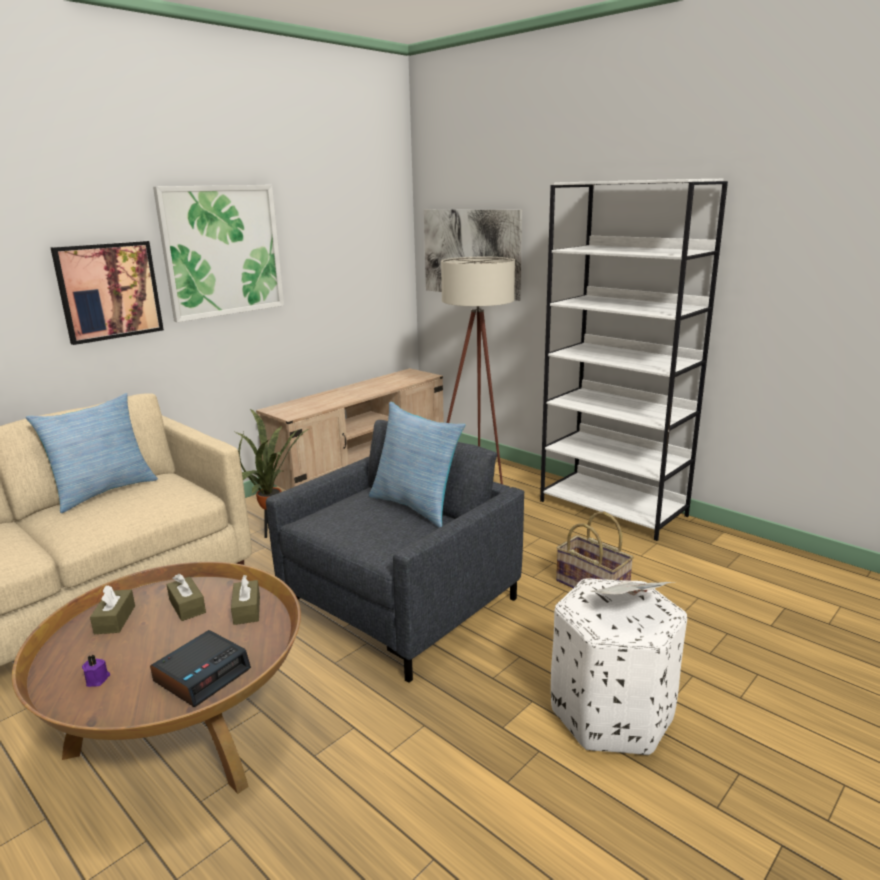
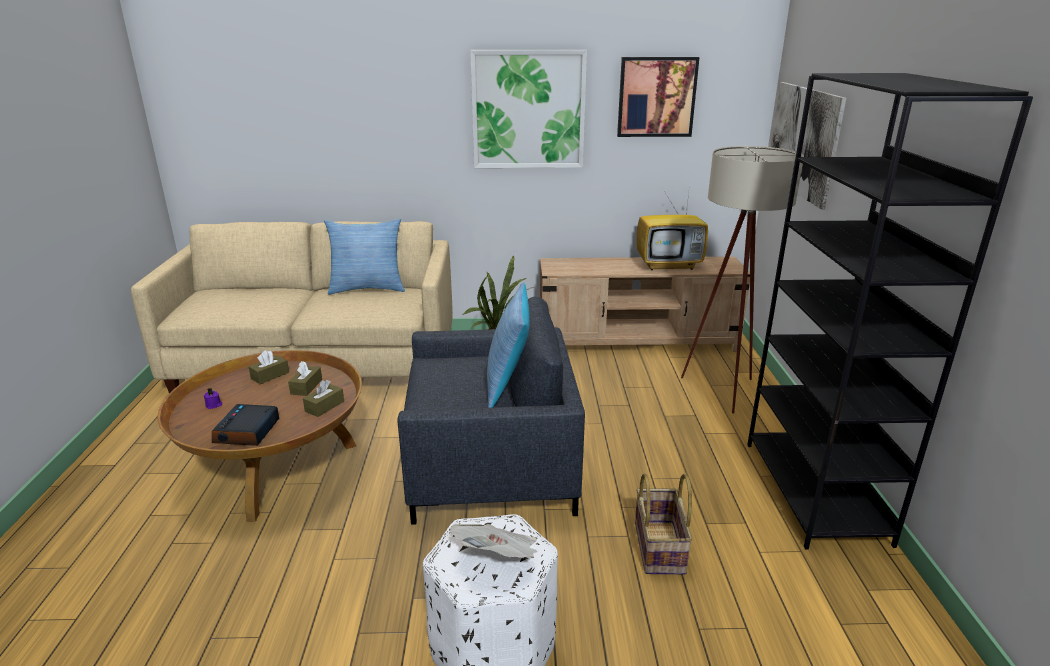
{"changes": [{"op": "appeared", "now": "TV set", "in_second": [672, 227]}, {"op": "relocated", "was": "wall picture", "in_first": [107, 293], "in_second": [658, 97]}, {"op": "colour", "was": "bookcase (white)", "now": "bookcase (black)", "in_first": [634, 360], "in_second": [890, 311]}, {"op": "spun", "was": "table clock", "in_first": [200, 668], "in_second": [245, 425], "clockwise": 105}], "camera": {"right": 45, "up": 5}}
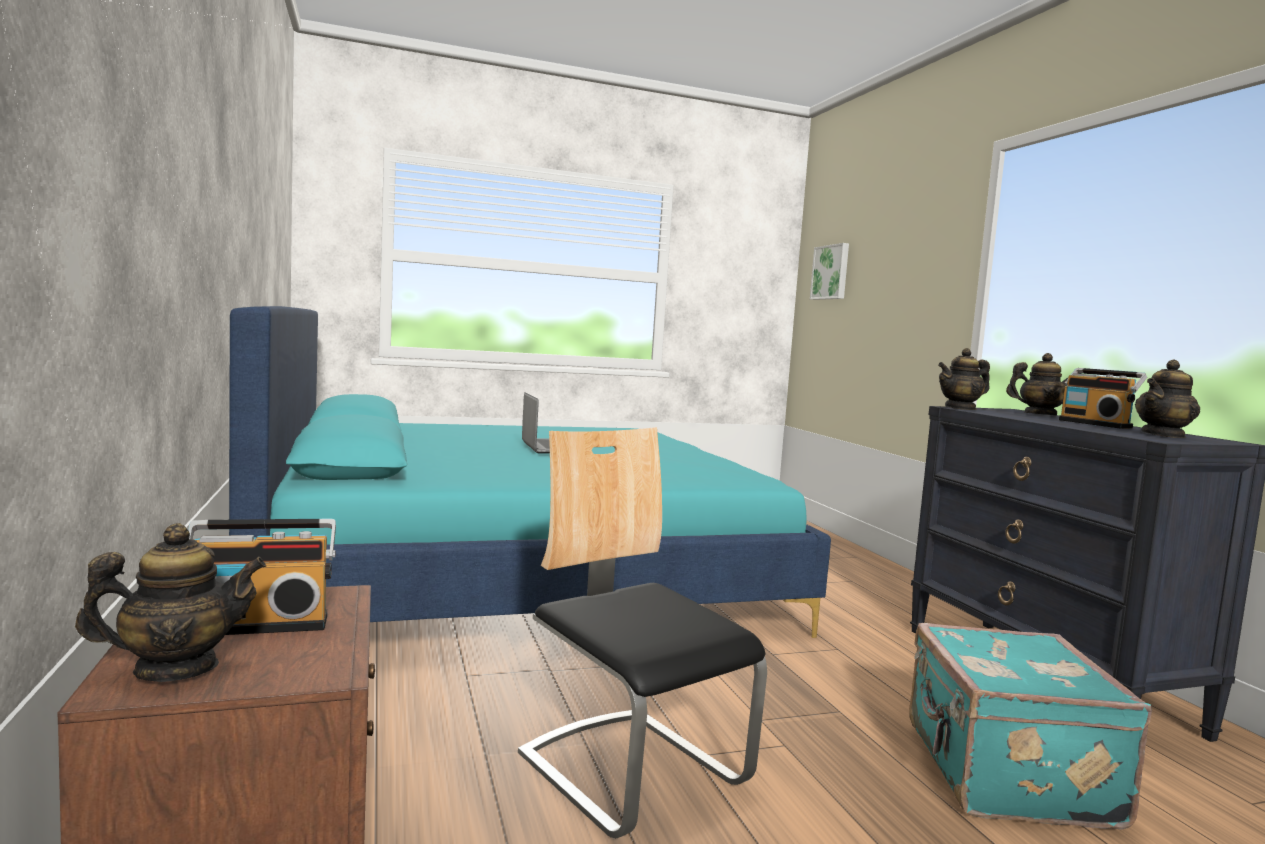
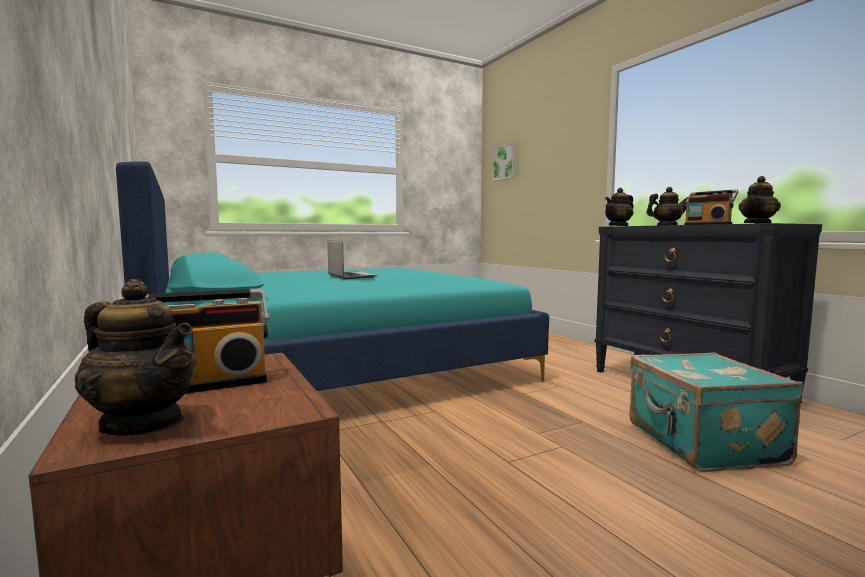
{"changes": [{"op": "missing", "was": "upright chair", "in_first": [642, 632]}, {"op": "spun", "was": "pot for tea", "in_first": [170, 602], "in_second": [136, 357], "clockwise": 60}], "camera": {"right": -10, "up": 0}}
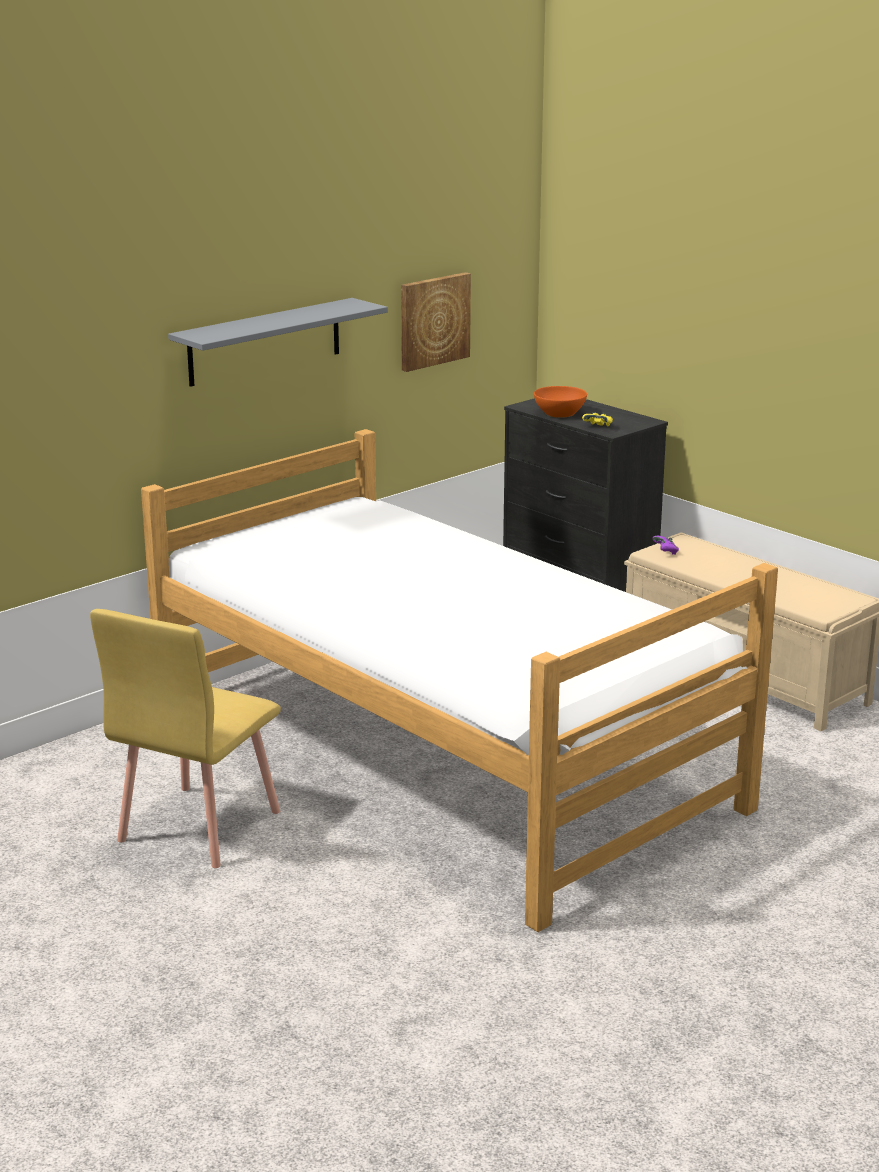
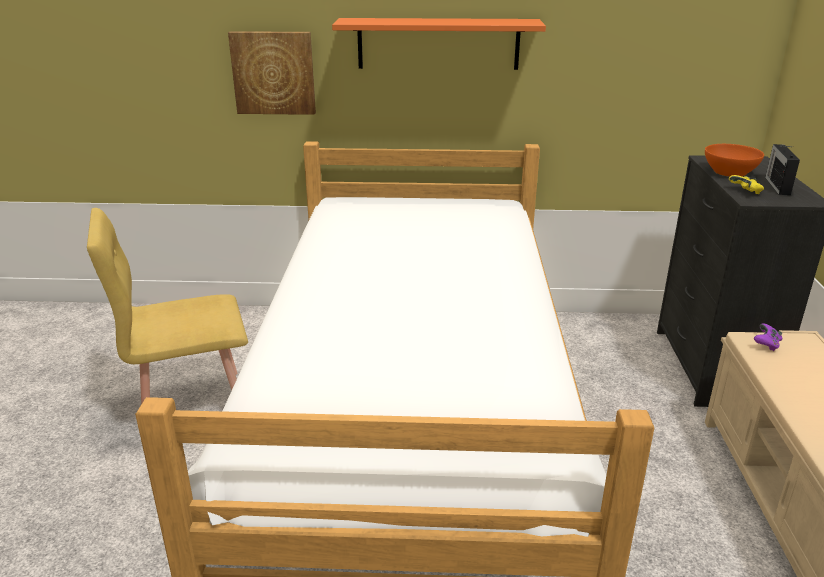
{"changes": [{"op": "appeared", "now": "radio receiver", "in_second": [782, 169]}, {"op": "relocated", "was": "wall picture", "in_first": [436, 322], "in_second": [272, 73]}, {"op": "colour", "was": "shelf (greyish)", "now": "shelf (orangey)", "in_first": [278, 342], "in_second": [439, 44]}], "camera": {"right": 45, "up": 5}}
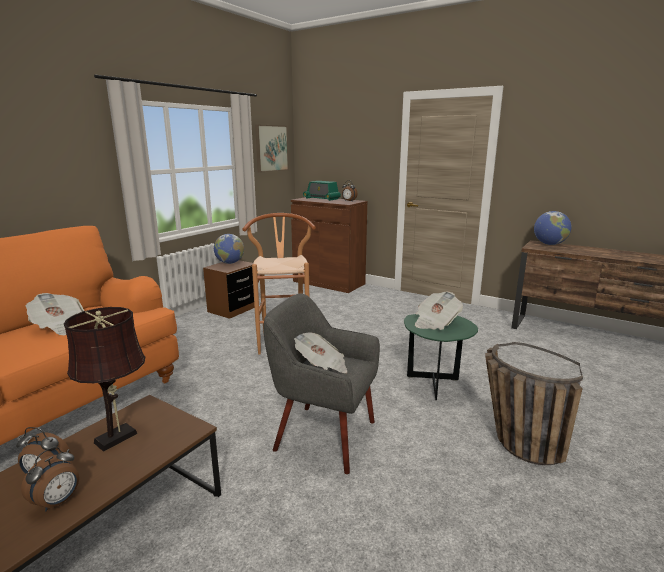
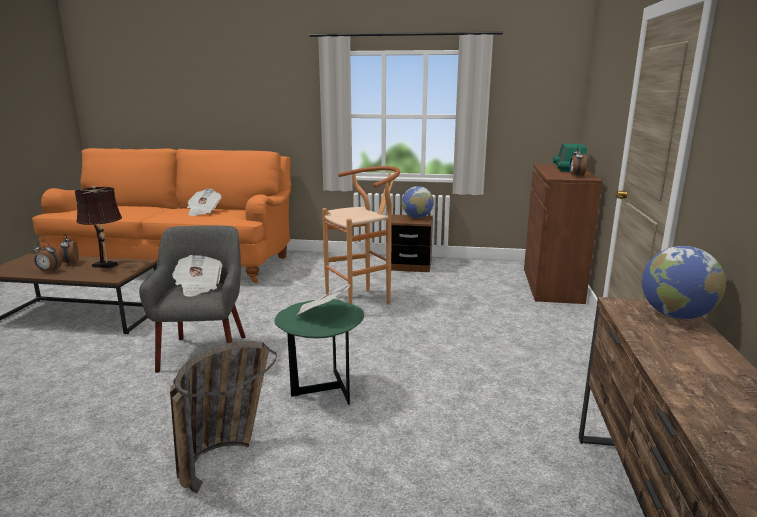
{"changes": [{"op": "missing", "was": "wall picture", "in_first": [272, 148]}], "camera": {"right": 65, "up": 0}}
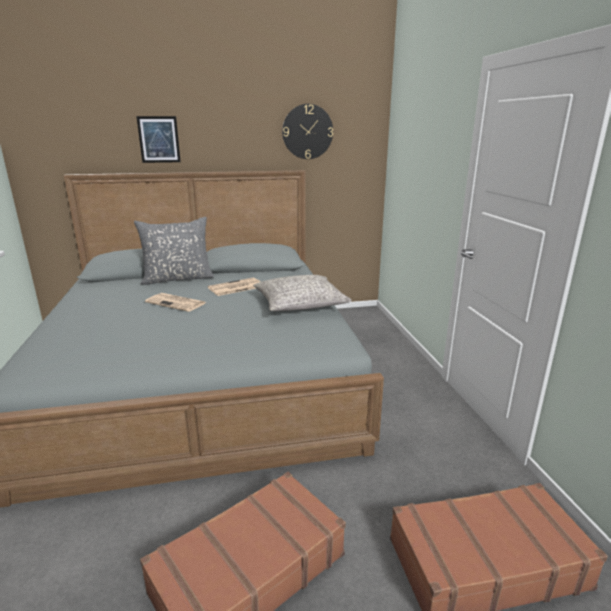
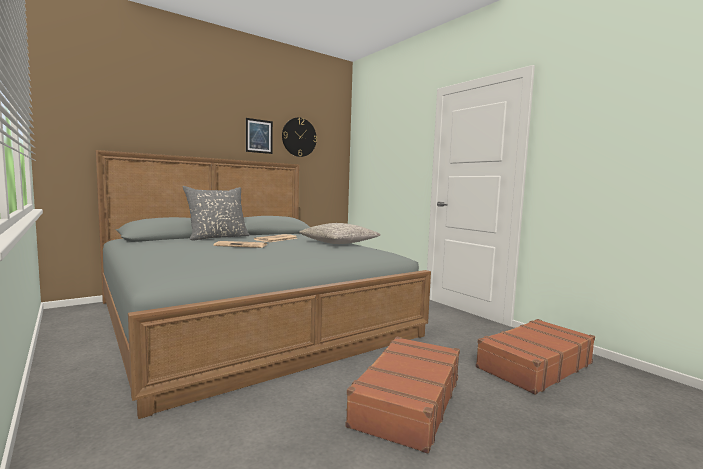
{"changes": [{"op": "relocated", "was": "wall picture", "in_first": [158, 139], "in_second": [259, 136]}], "camera": {"right": -25, "up": -15}}
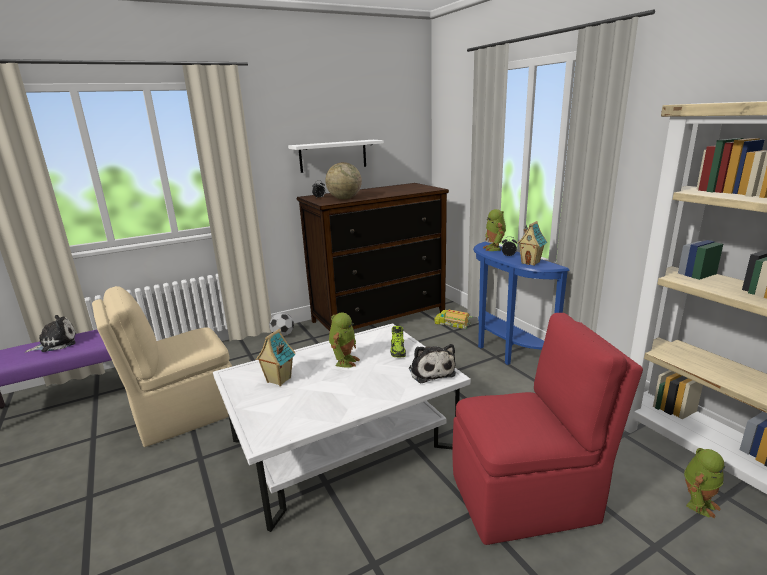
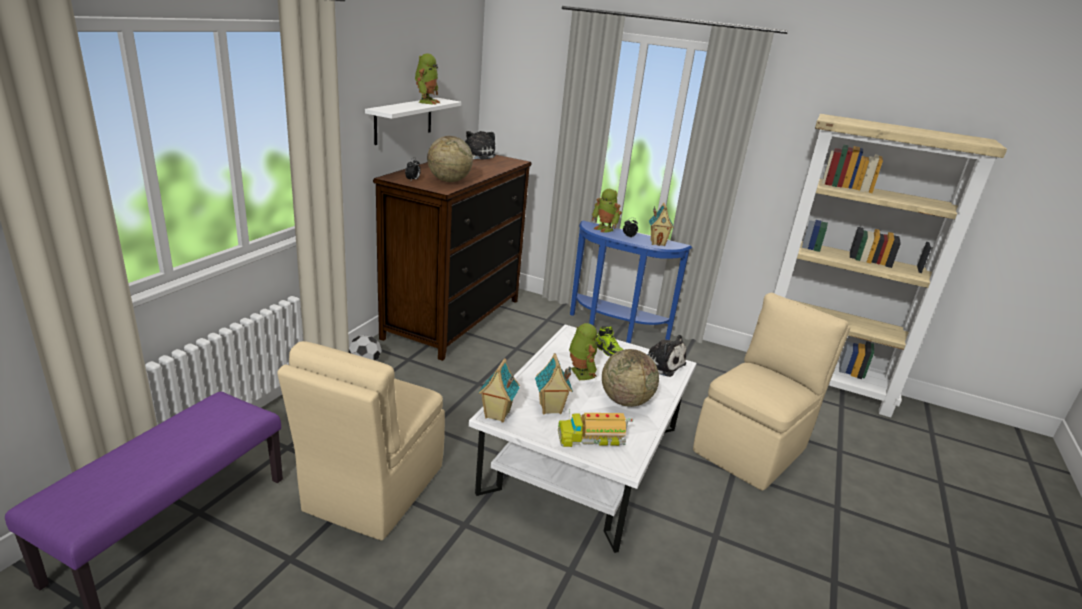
{"changes": [{"op": "appeared", "now": "toy house", "in_second": [499, 390]}, {"op": "appeared", "now": "world globe", "in_second": [630, 378]}, {"op": "relocated", "was": "cuddly toy", "in_first": [50, 334], "in_second": [480, 145]}, {"op": "relocated", "was": "toy lorry", "in_first": [453, 319], "in_second": [595, 428]}, {"op": "relocated", "was": "toy robot", "in_first": [704, 483], "in_second": [427, 79]}, {"op": "colour", "was": "upright chair (red-coloured)", "now": "upright chair (sand-coloured)", "in_first": [547, 429], "in_second": [771, 391]}], "camera": {"right": -40, "up": 5}}
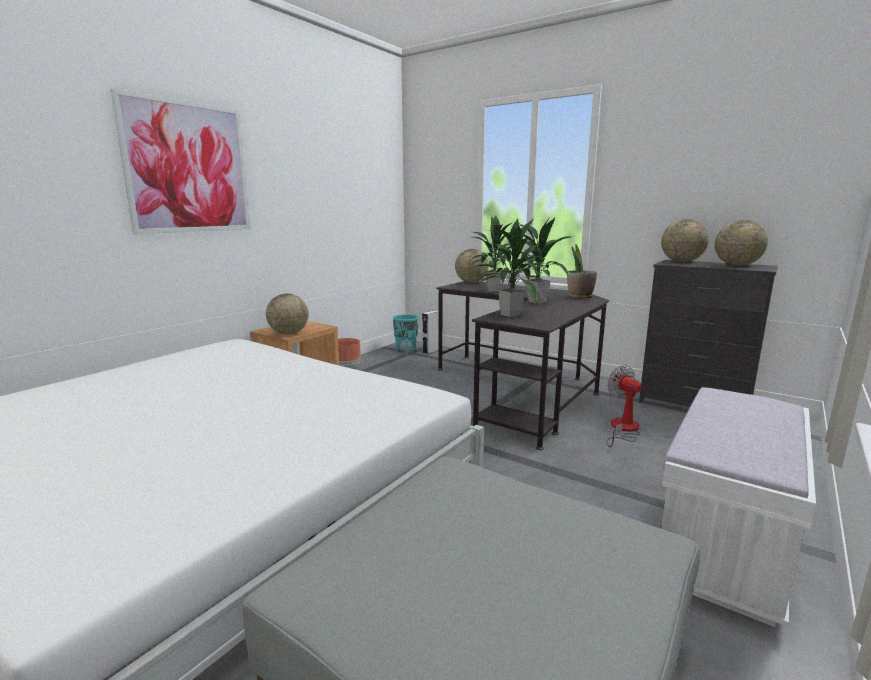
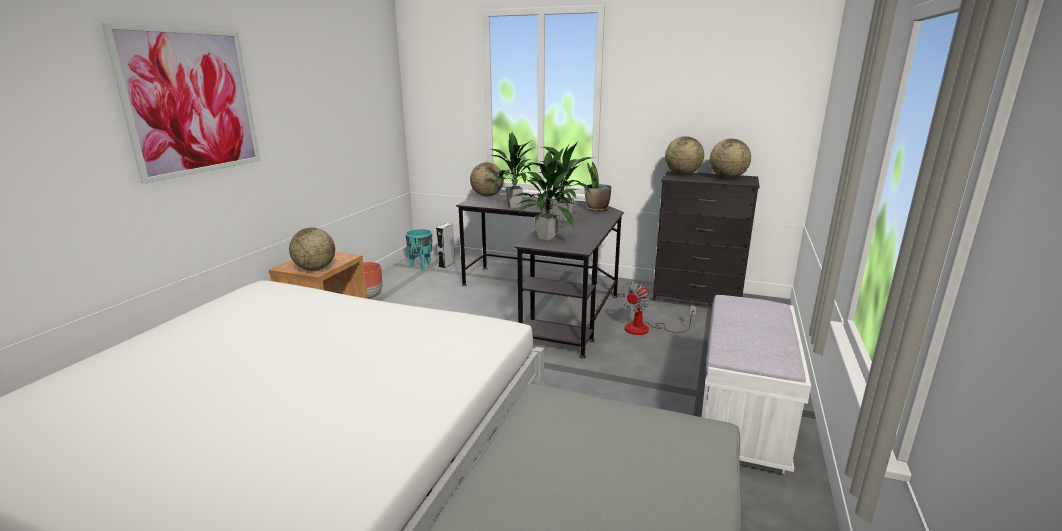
{"changes": [{"op": "spun", "was": "fan", "in_first": [624, 406], "in_second": [659, 308], "clockwise": -105}], "camera": {"right": -15, "up": 5}}
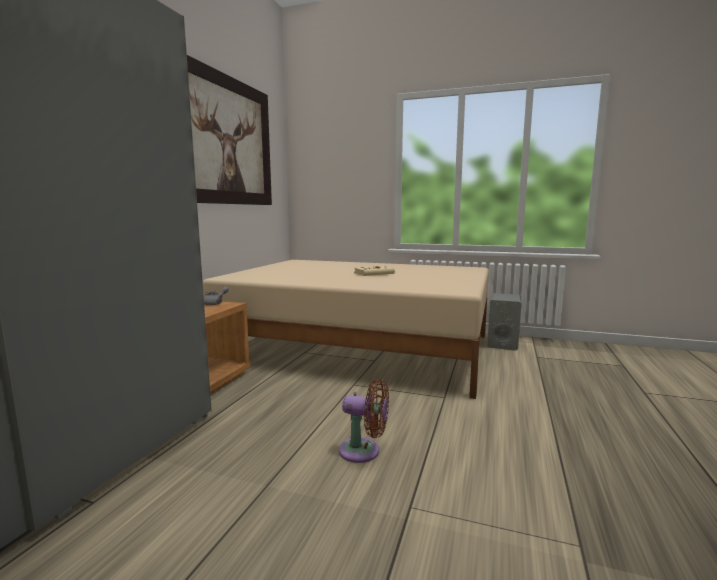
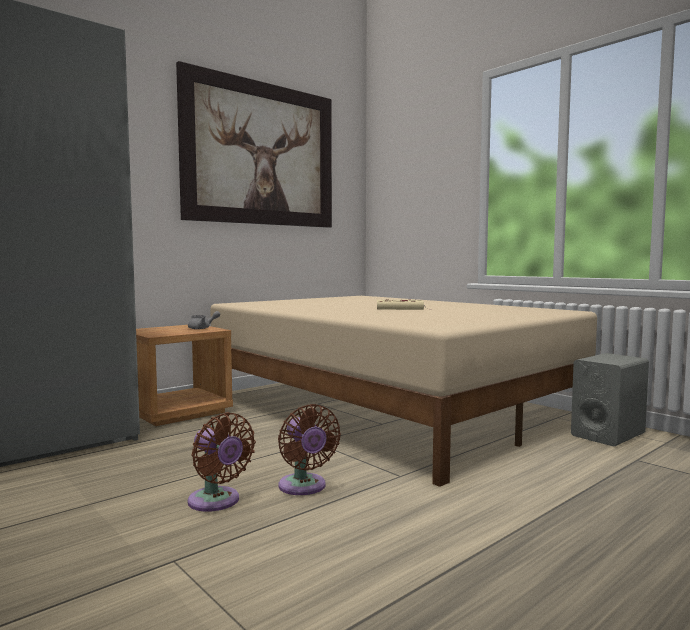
{"changes": [{"op": "appeared", "now": "fan (brown-coloured)", "in_second": [309, 449]}], "camera": {"right": 30, "up": -5}}
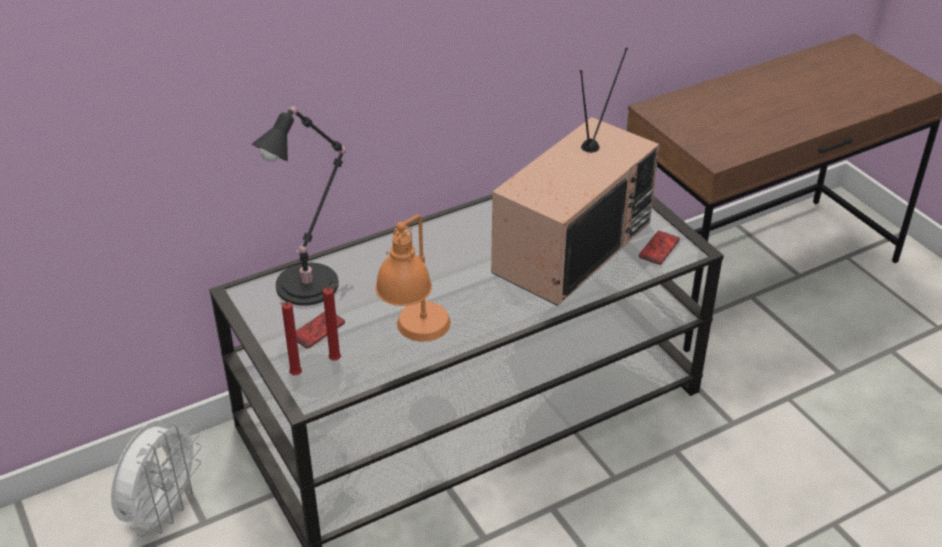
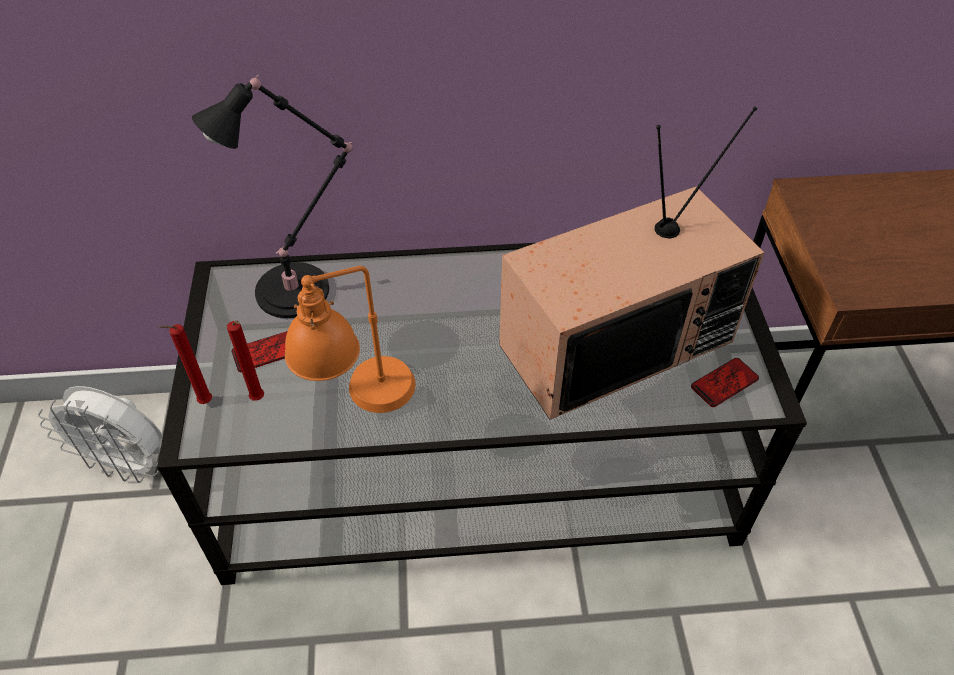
{"changes": [{"op": "spun", "was": "fan (white)", "in_first": [156, 479], "in_second": [100, 434], "clockwise": 60}], "camera": {"right": 25, "up": 10}}
